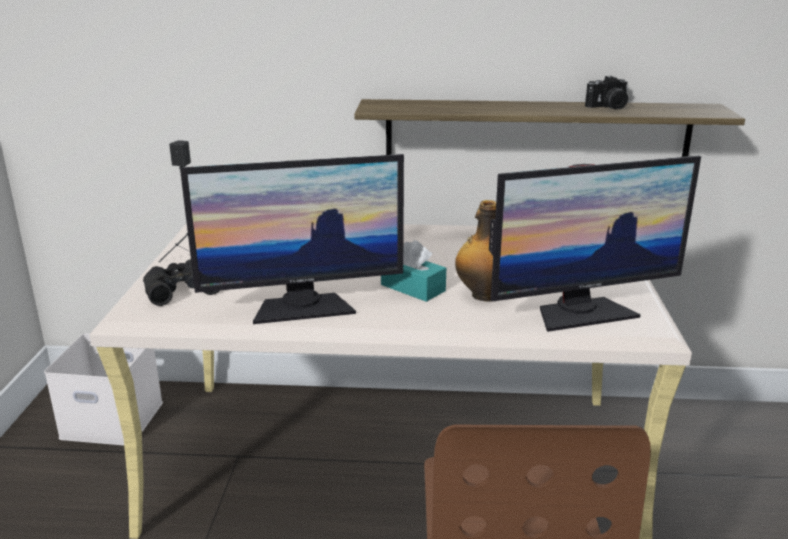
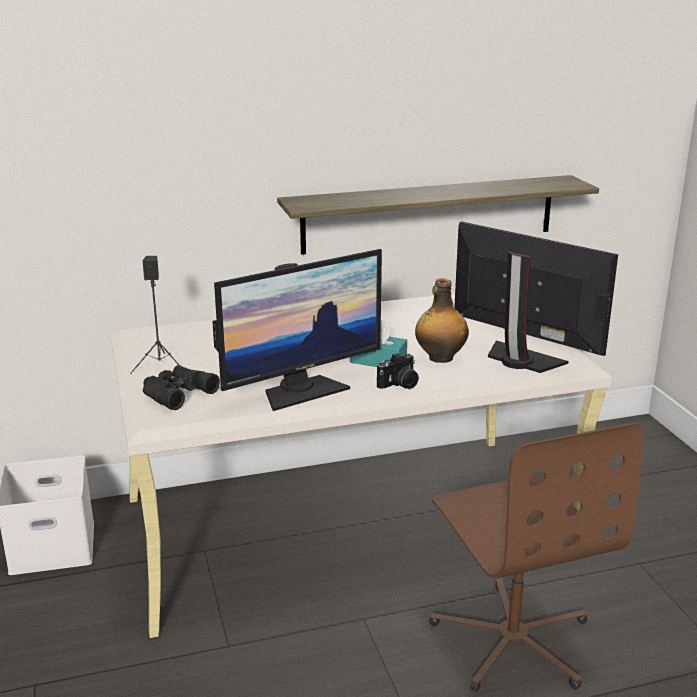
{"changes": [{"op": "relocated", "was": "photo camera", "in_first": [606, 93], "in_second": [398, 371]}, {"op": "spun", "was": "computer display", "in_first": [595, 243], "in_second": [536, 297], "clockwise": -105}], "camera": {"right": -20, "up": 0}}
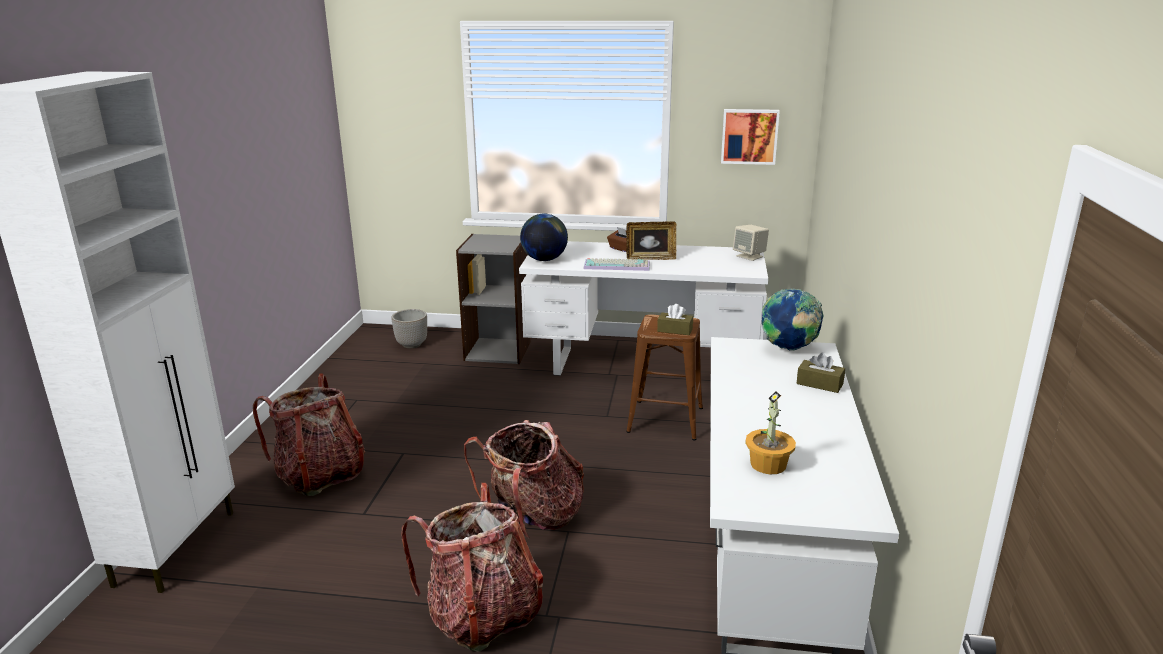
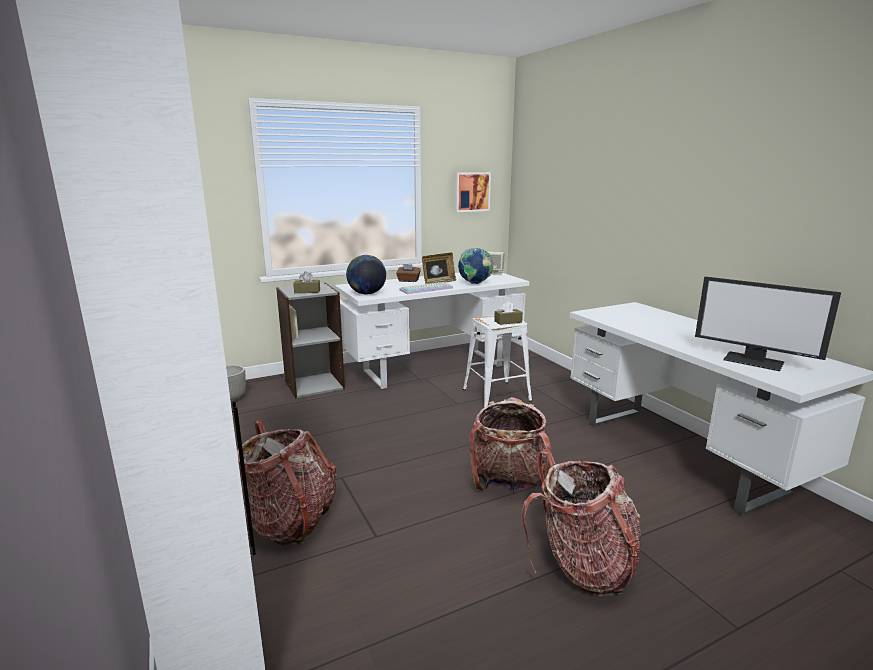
{"changes": [{"op": "relocated", "was": "world globe", "in_first": [793, 320], "in_second": [475, 266]}, {"op": "relocated", "was": "box of tissues (brown-coloured)", "in_first": [820, 372], "in_second": [306, 282]}, {"op": "exchanged", "was": "houseplant", "now": "computer display", "in_first": [770, 432], "in_second": [768, 323]}, {"op": "colour", "was": "sitting stool (brown-coloured)", "now": "sitting stool (white)", "in_first": [664, 377], "in_second": [497, 361]}], "camera": {"right": -35, "up": -5}}
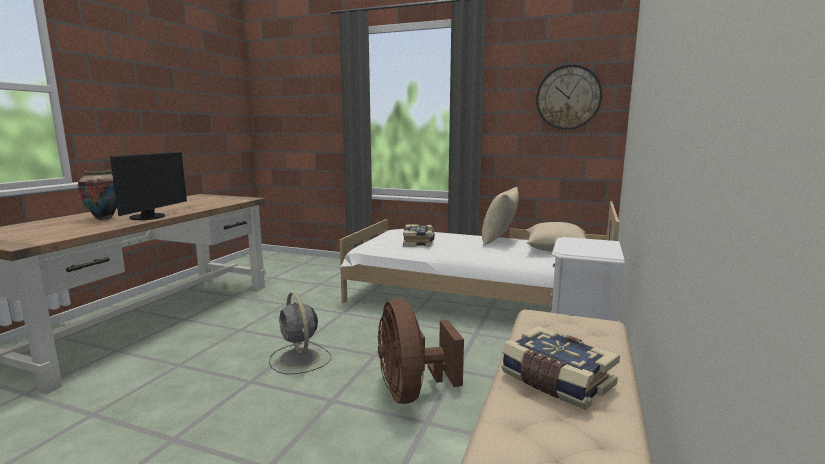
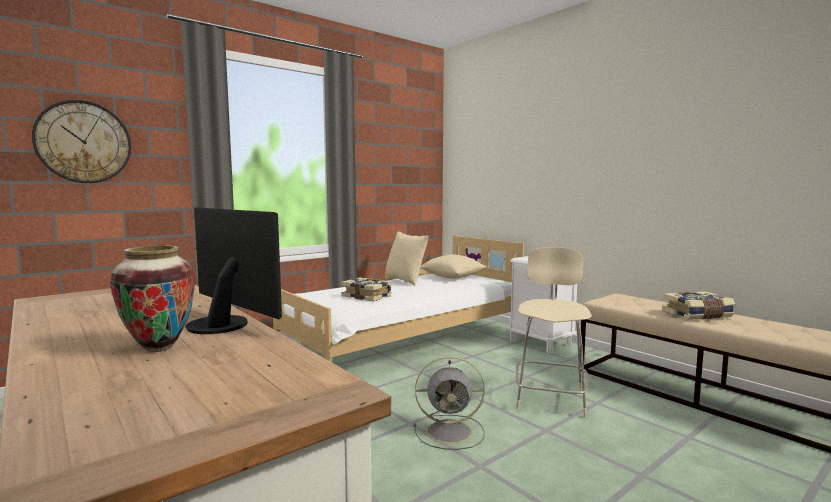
{"changes": [{"op": "relocated", "was": "clock on the wall", "in_first": [569, 97], "in_second": [81, 141]}, {"op": "exchanged", "was": "fan (brown-coloured)", "now": "upright chair (sand-coloured)", "in_first": [421, 351], "in_second": [554, 332]}], "camera": {"right": -60, "up": -5}}
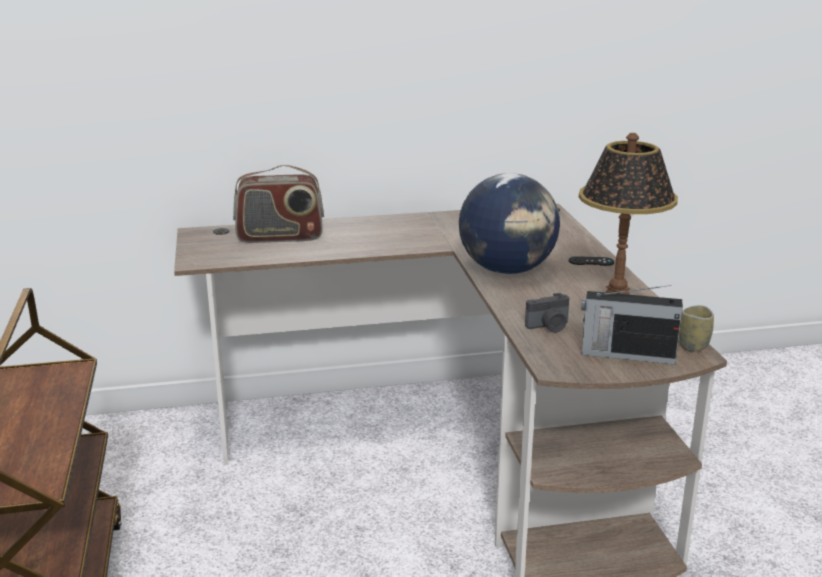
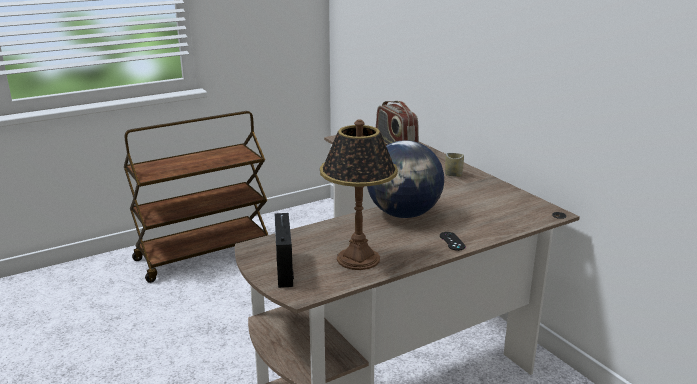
{"changes": [{"op": "missing", "was": "photo camera", "in_first": [547, 313]}, {"op": "relocated", "was": "drinking cup", "in_first": [696, 328], "in_second": [454, 165]}], "camera": {"right": 70, "up": 0}}
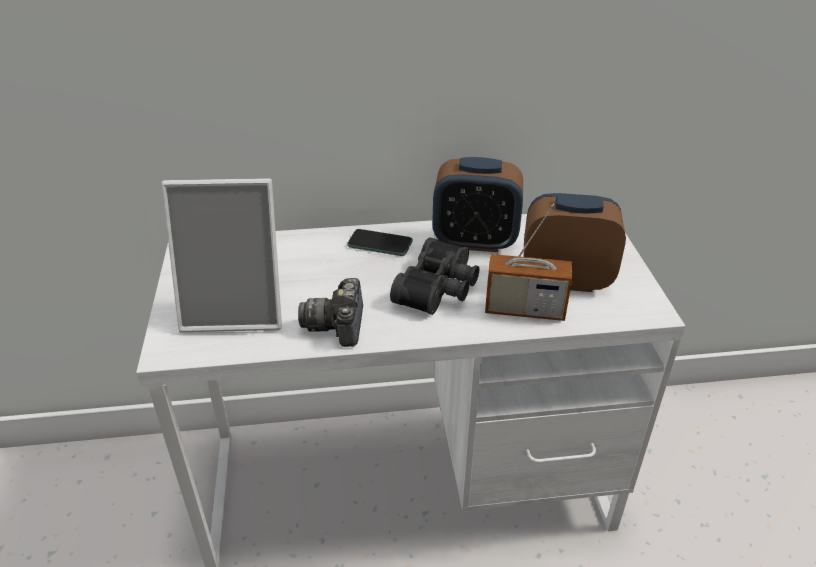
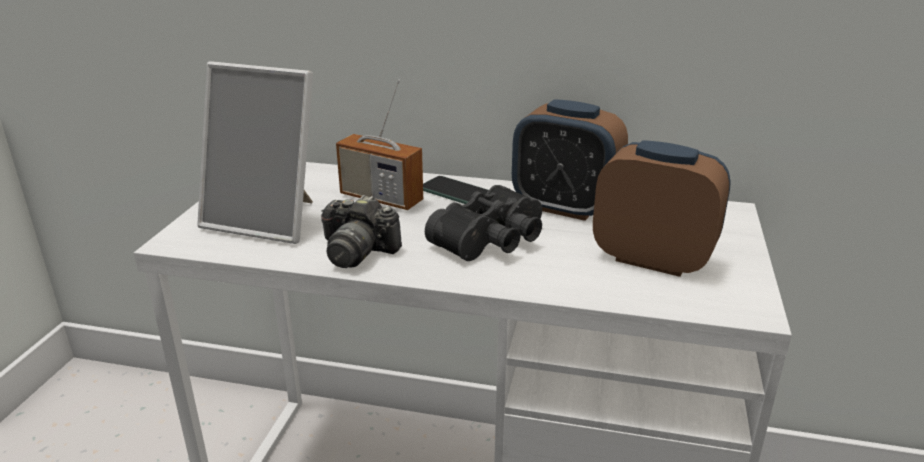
{"changes": [{"op": "relocated", "was": "radio receiver", "in_first": [528, 262], "in_second": [379, 145]}, {"op": "spun", "was": "photo camera", "in_first": [330, 312], "in_second": [361, 231], "clockwise": -90}], "camera": {"right": 20, "up": -10}}
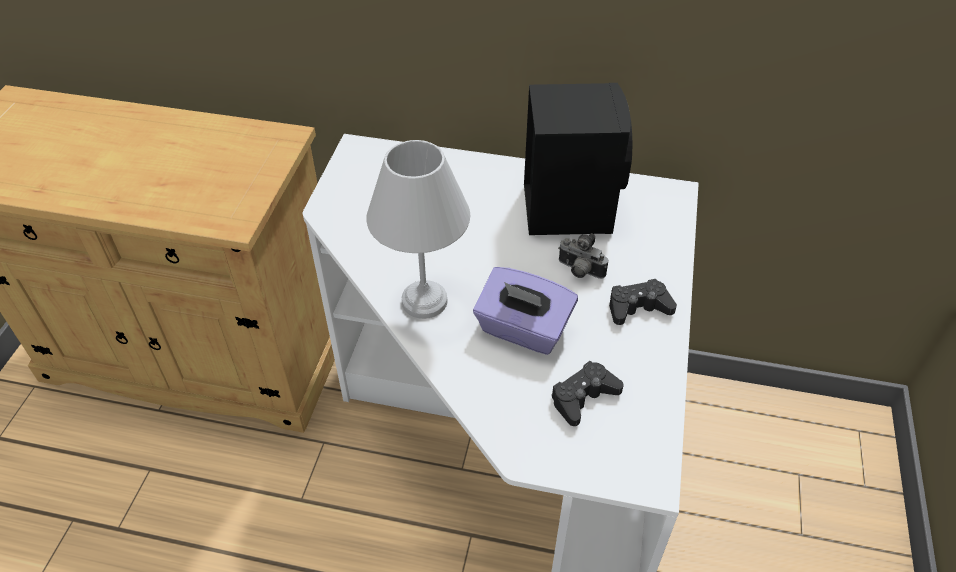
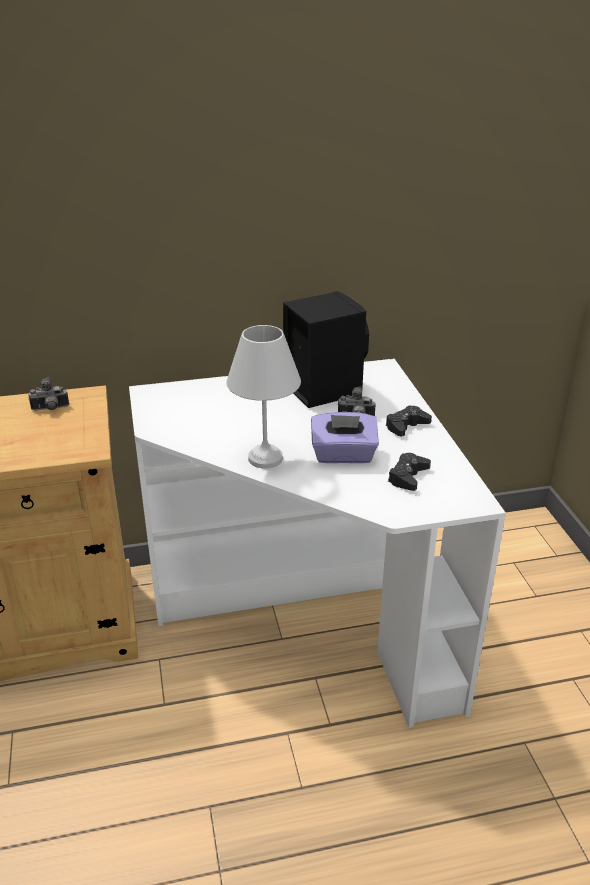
{"changes": [{"op": "appeared", "now": "photo camera", "in_second": [48, 394]}], "camera": {"right": -25, "up": -15}}
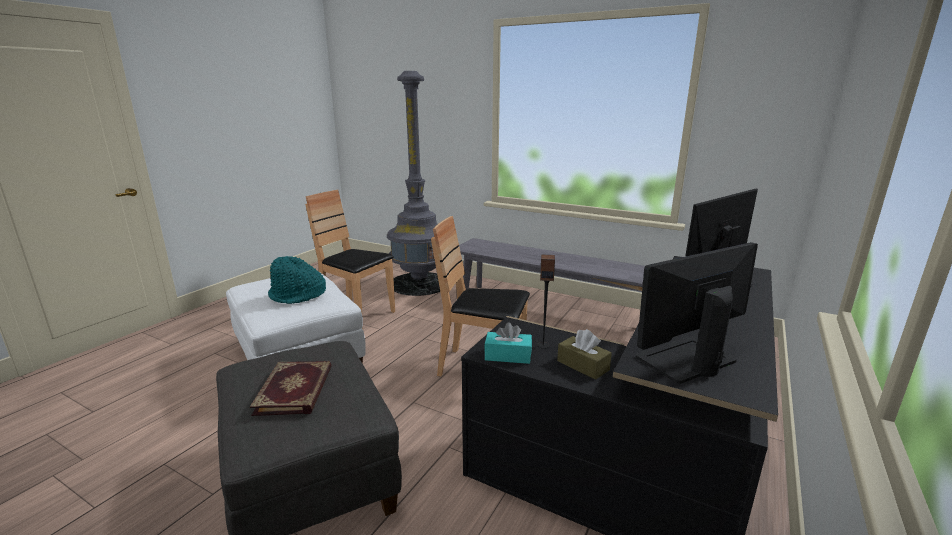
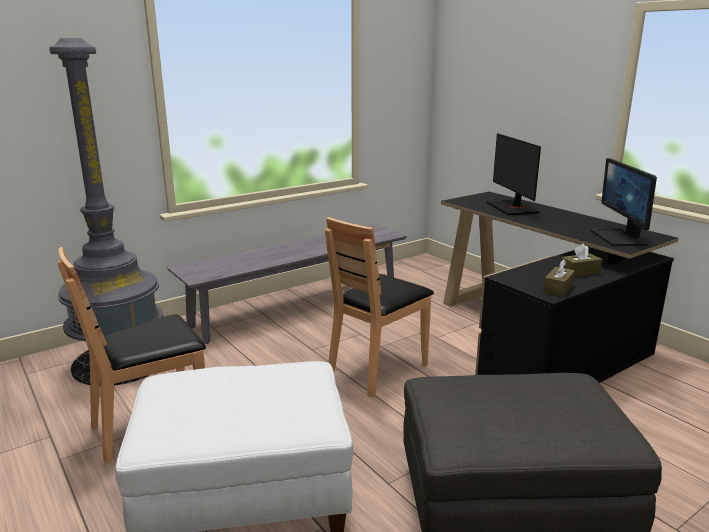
{"changes": [{"op": "missing", "was": "volume", "in_first": [291, 388]}, {"op": "missing", "was": "wearable hat (blue-green)", "in_first": [297, 280]}, {"op": "missing", "was": "audio speaker", "in_first": [546, 302]}, {"op": "colour", "was": "box of tissues (blue-green)", "now": "box of tissues (brown-coloured)", "in_first": [508, 343], "in_second": [559, 278]}], "camera": {"right": -65, "up": 0}}
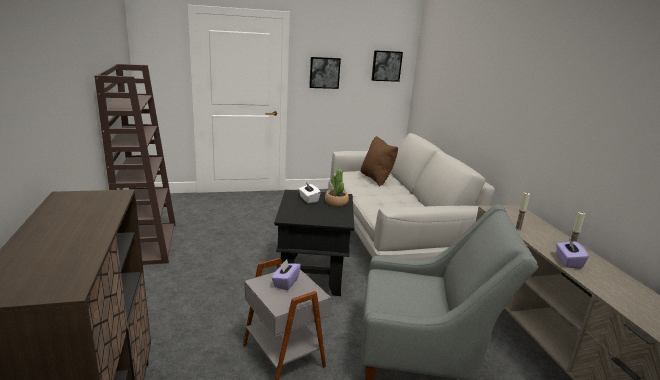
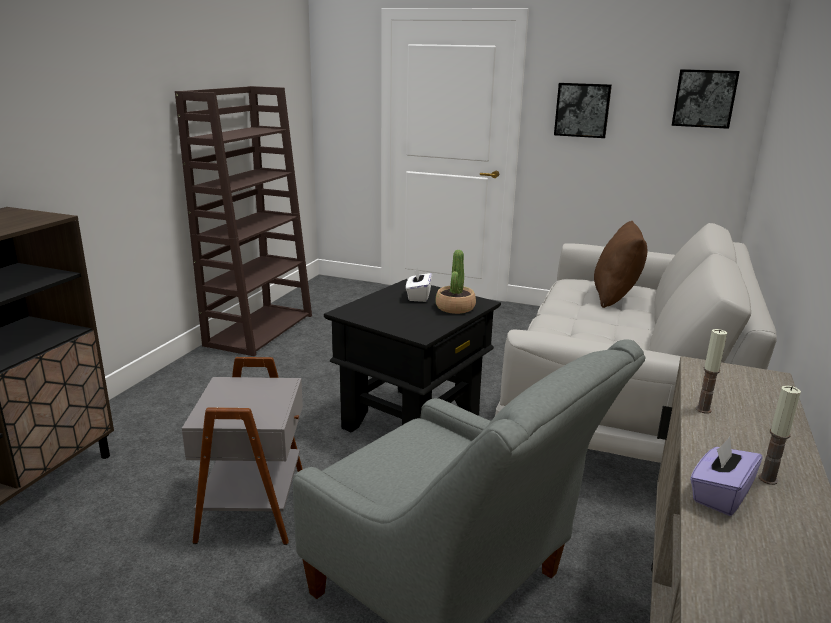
{"changes": [{"op": "missing", "was": "box of tissues (purple)", "in_first": [286, 274]}], "camera": {"right": 35, "up": 0}}
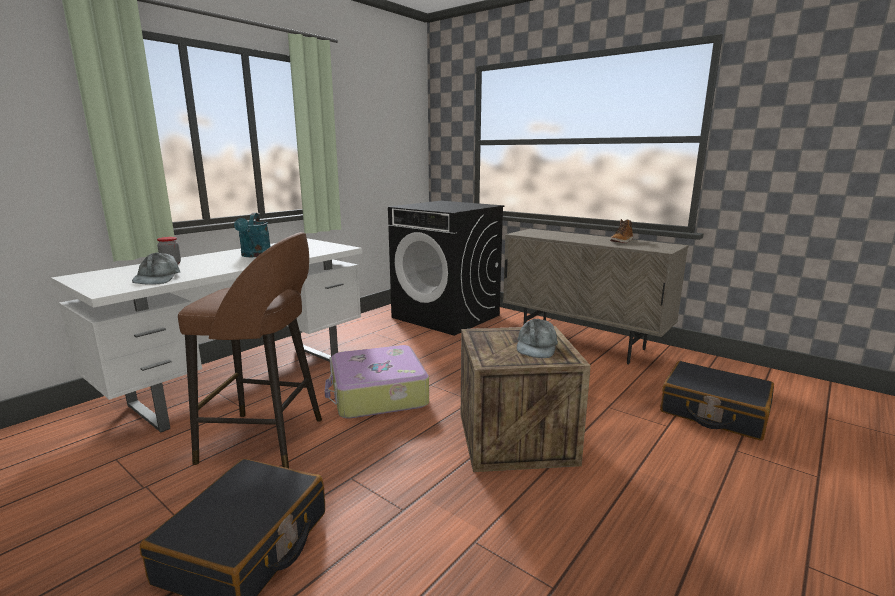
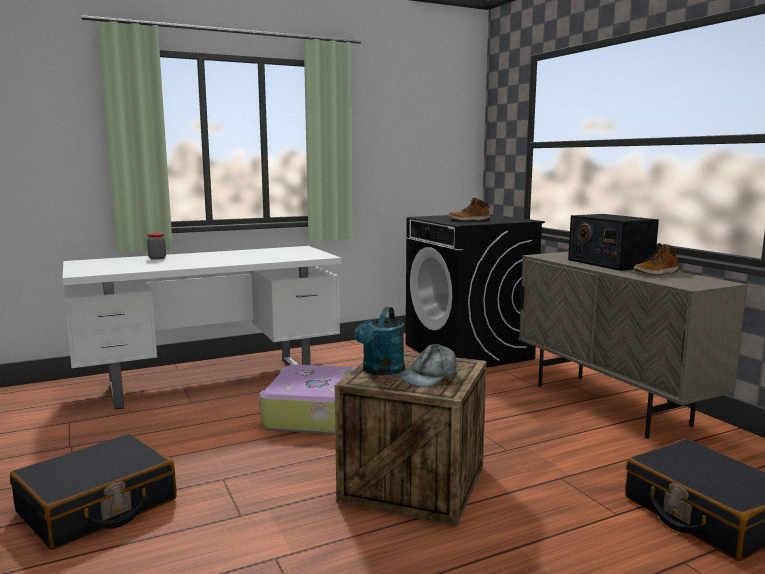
{"changes": [{"op": "missing", "was": "cap (greyish)", "in_first": [156, 268]}, {"op": "missing", "was": "sitting stool (brown-coloured)", "in_first": [250, 350]}, {"op": "appeared", "now": "high-top boot", "in_second": [469, 209]}, {"op": "appeared", "now": "radio receiver", "in_second": [613, 242]}, {"op": "relocated", "was": "watering can (blue-green)", "in_first": [252, 235], "in_second": [379, 341]}], "camera": {"right": 25, "up": -5}}
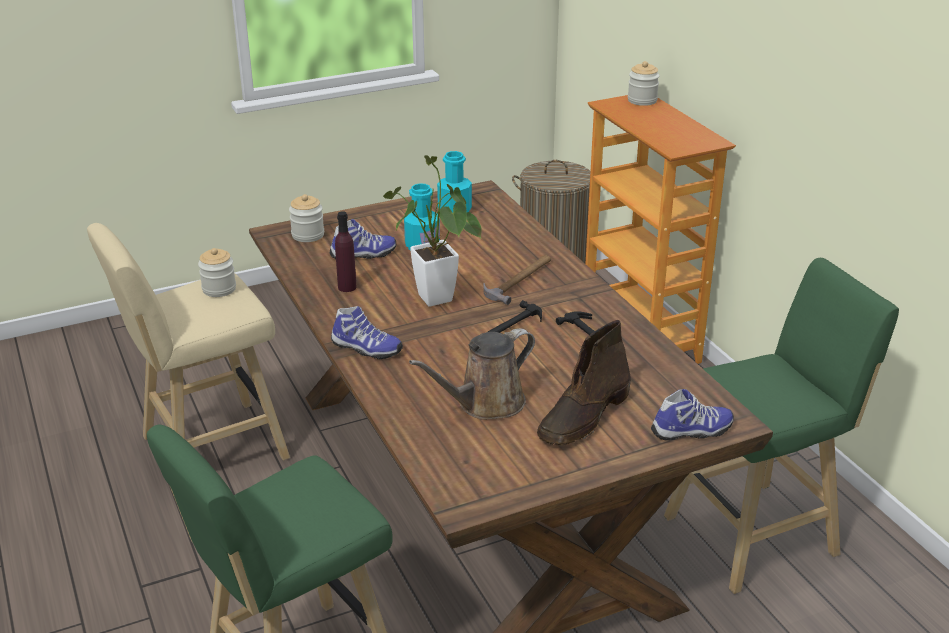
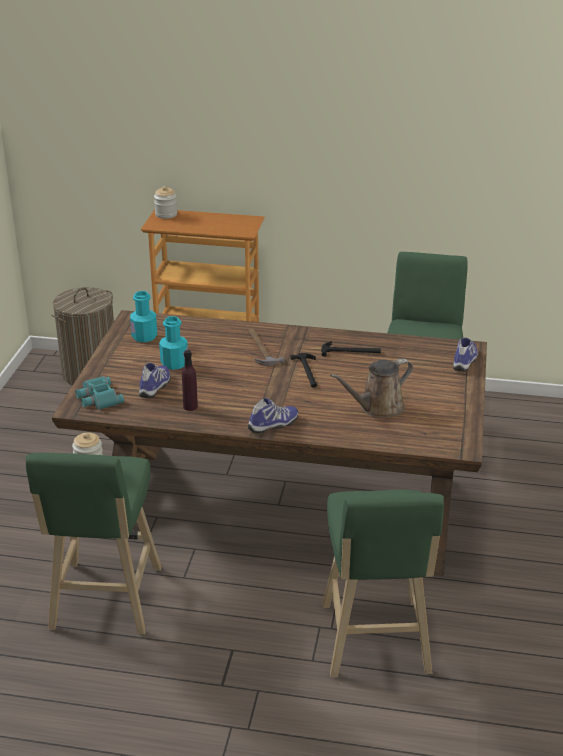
{"changes": [{"op": "missing", "was": "houseplant", "in_first": [432, 231]}, {"op": "missing", "was": "high-top boot (brown-coloured)", "in_first": [584, 383]}, {"op": "exchanged", "was": "preserve jar", "now": "pair of binoculars (blue-green)", "in_first": [306, 218], "in_second": [99, 393]}, {"op": "colour", "was": "sitting stool (sand-coloured)", "now": "sitting stool (green-coloured)", "in_first": [188, 341], "in_second": [94, 544]}, {"op": "spun", "was": "watering can (brown-coloured)", "in_first": [472, 374], "in_second": [371, 388], "clockwise": 60}], "camera": {"right": -55, "up": 0}}
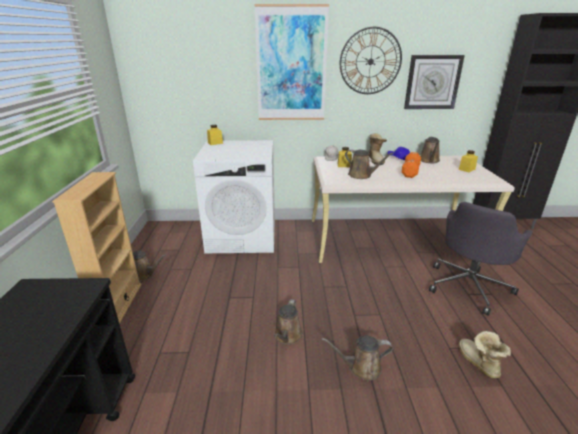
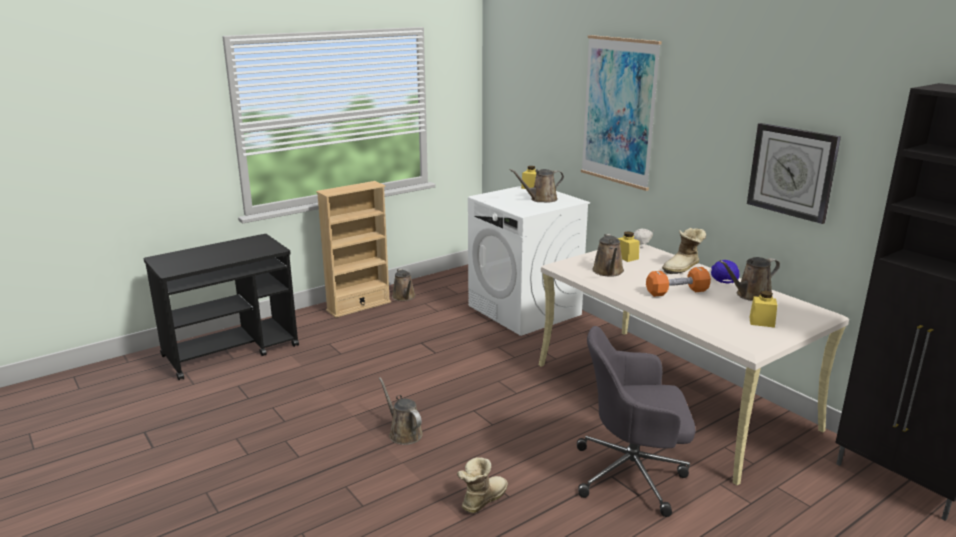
{"changes": [{"op": "missing", "was": "clock on the wall", "in_first": [371, 60]}, {"op": "relocated", "was": "watering can (brown-coloured)", "in_first": [288, 322], "in_second": [537, 185]}], "camera": {"right": 55, "up": -5}}
